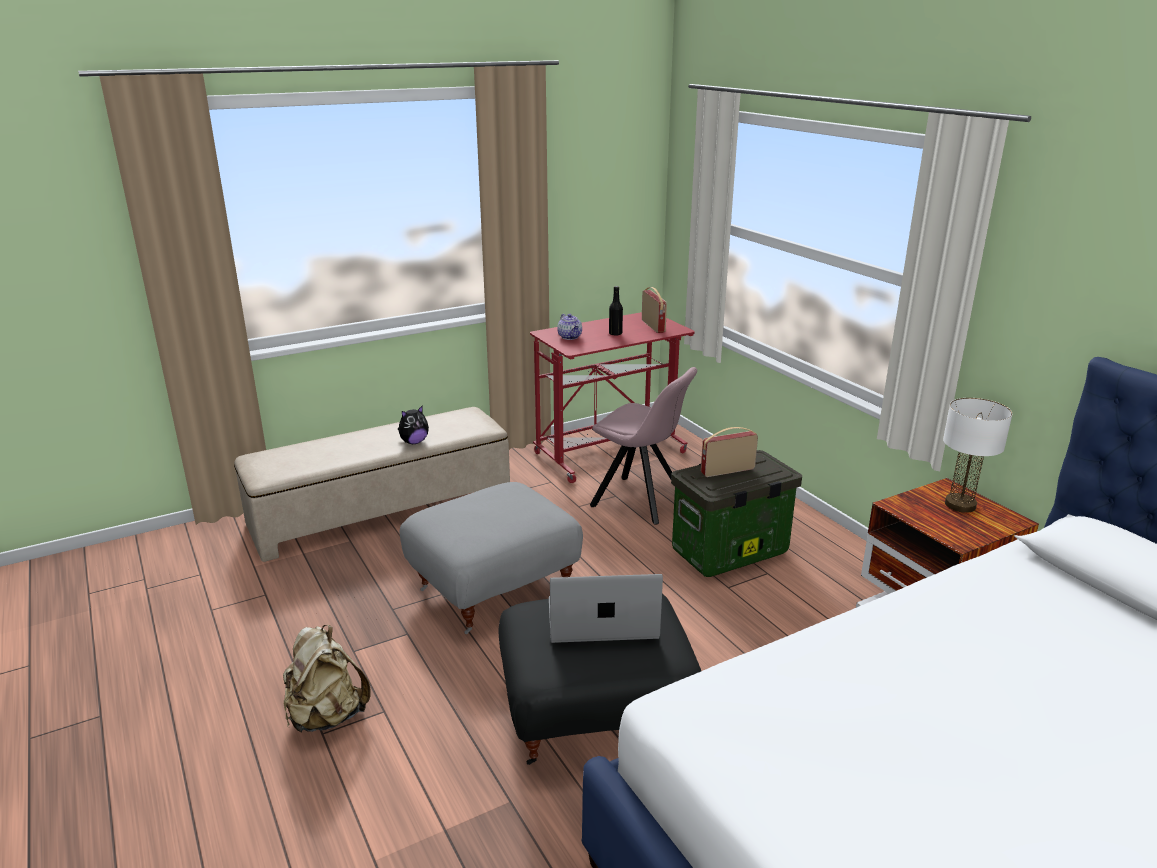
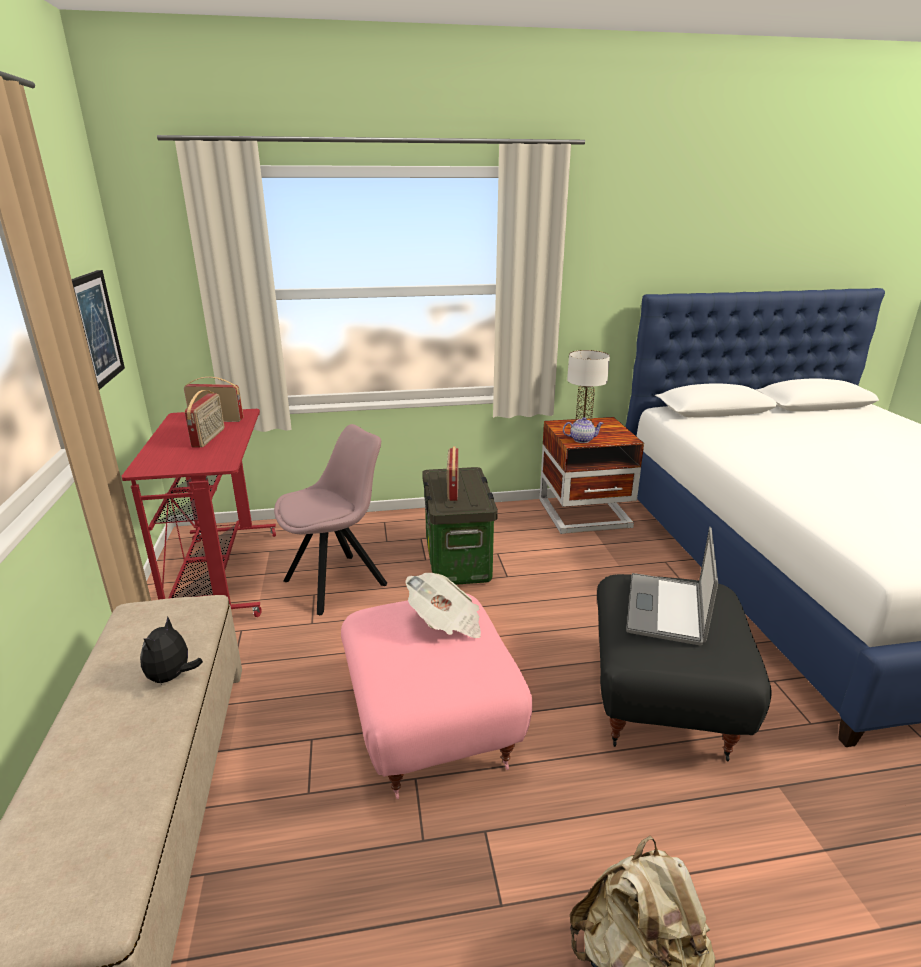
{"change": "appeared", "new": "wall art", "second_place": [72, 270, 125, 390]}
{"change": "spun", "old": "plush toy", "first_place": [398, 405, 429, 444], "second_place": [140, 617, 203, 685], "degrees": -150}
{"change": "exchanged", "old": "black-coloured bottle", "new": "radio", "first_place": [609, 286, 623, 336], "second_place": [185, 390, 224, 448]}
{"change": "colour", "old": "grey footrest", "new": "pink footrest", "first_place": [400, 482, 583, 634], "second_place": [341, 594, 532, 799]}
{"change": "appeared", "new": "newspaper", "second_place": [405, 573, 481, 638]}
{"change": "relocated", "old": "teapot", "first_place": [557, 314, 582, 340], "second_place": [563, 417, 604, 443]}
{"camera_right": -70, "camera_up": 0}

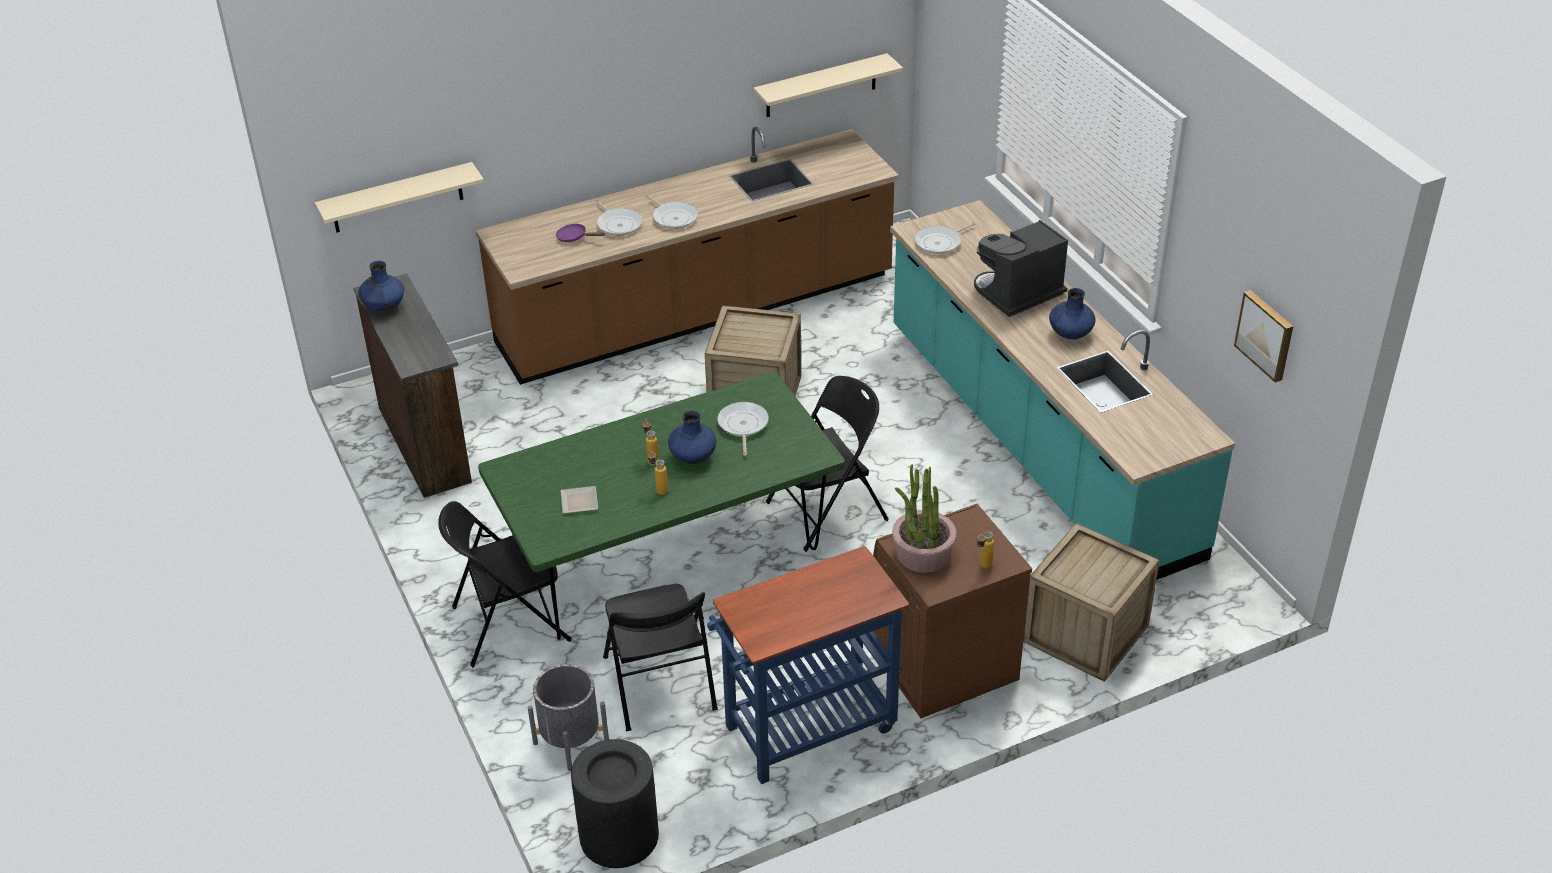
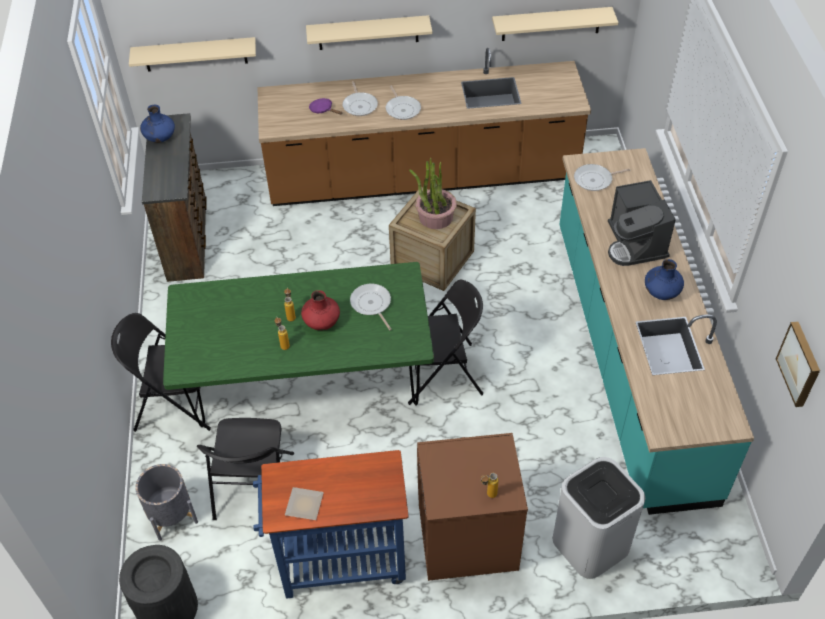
{"change": "relocated", "old": "plate", "first_place": [560, 486, 598, 514], "second_place": [285, 487, 324, 520]}
{"change": "colour", "old": "blue decorative vase", "new": "reddish decorative vase", "first_place": [668, 410, 716, 464], "second_place": [301, 290, 340, 330]}
{"change": "appeared", "new": "beige shelf", "second_place": [306, 15, 432, 50]}
{"change": "spun", "old": "frying pan", "first_place": [717, 402, 769, 456], "second_place": [350, 284, 392, 330], "degrees": -45}
{"change": "relocated", "old": "houseplant", "first_place": [892, 464, 957, 573], "second_place": [409, 158, 457, 229]}
{"change": "exchanged", "old": "crate", "new": "whitish waste bin", "first_place": [1023, 523, 1160, 682], "second_place": [553, 457, 645, 579]}
{"change": "spun", "old": "coffee machine", "first_place": [974, 220, 1068, 317], "second_place": [608, 180, 676, 266], "degrees": -90}
{"camera_right": 20, "camera_up": 10}

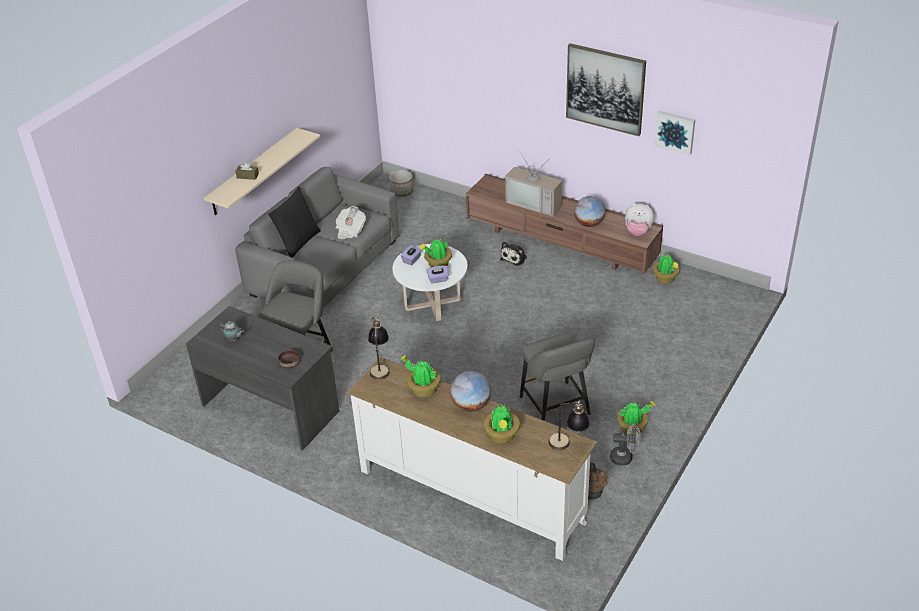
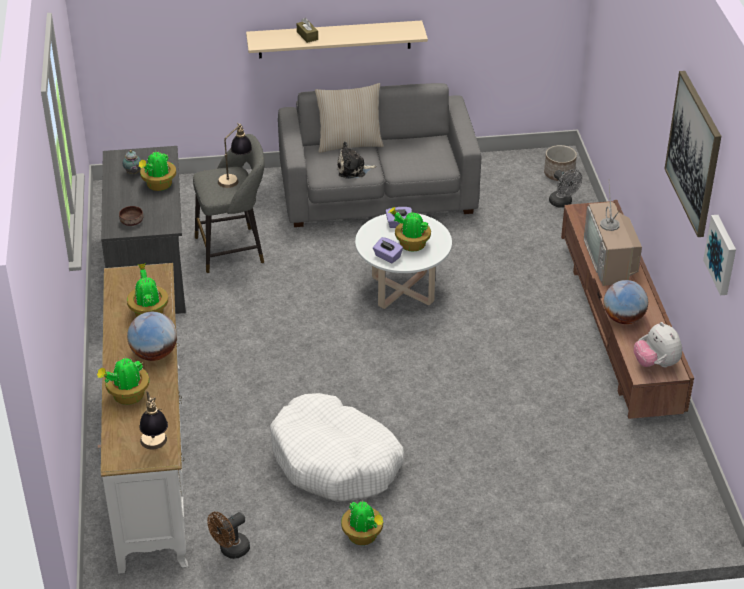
{"change": "relocated", "old": "houseplant", "first_place": [652, 253, 680, 284], "second_place": [139, 148, 176, 191]}
{"change": "relocated", "old": "lamp for a table", "first_place": [368, 317, 390, 380], "second_place": [218, 123, 252, 188]}
{"change": "exchanged", "old": "grey sitting stool", "new": "whitish dog cushion", "first_place": [520, 333, 595, 421], "second_place": [270, 393, 404, 502]}
{"change": "colour", "old": "black-coloured throw pillow", "new": "beige throw pillow", "first_place": [268, 186, 321, 258], "second_place": [315, 83, 384, 153]}
{"change": "relocated", "old": "plush toy", "first_place": [500, 242, 527, 266], "second_place": [337, 142, 377, 179]}
{"change": "relocated", "old": "grey cooling fan", "first_place": [610, 424, 641, 466], "second_place": [549, 169, 582, 207]}
{"change": "missing", "old": "newspaper", "first_place": [335, 206, 366, 239]}
{"camera_right": 50, "camera_up": 0}

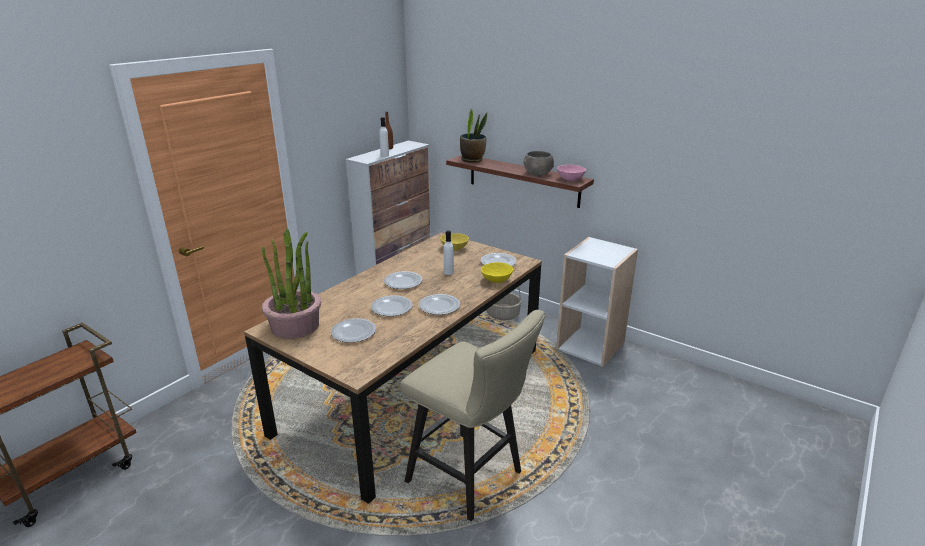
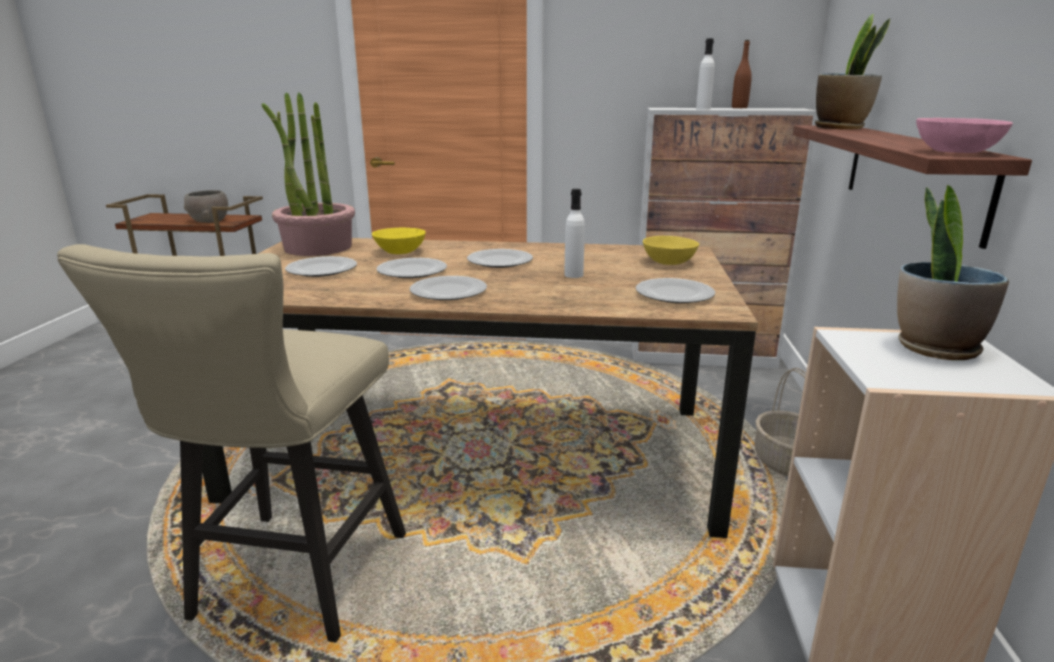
{"change": "relocated", "old": "grey serving bowl", "first_place": [523, 151, 554, 175], "second_place": [184, 190, 228, 223]}
{"change": "relocated", "old": "yellowish serving bowl", "first_place": [481, 262, 513, 283], "second_place": [372, 228, 426, 254]}
{"change": "appeared", "new": "houseplant", "second_place": [897, 185, 1009, 360]}
{"camera_right": 60, "camera_up": -5}

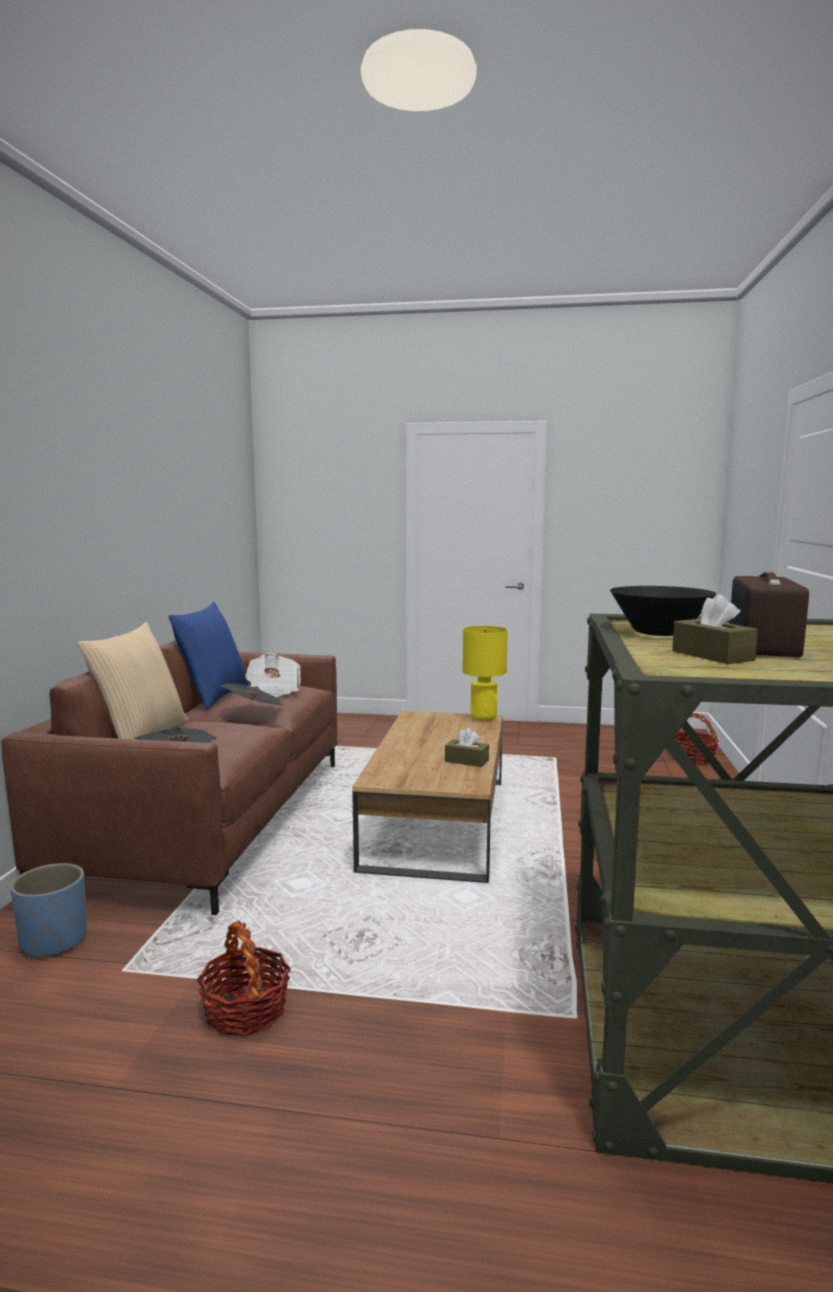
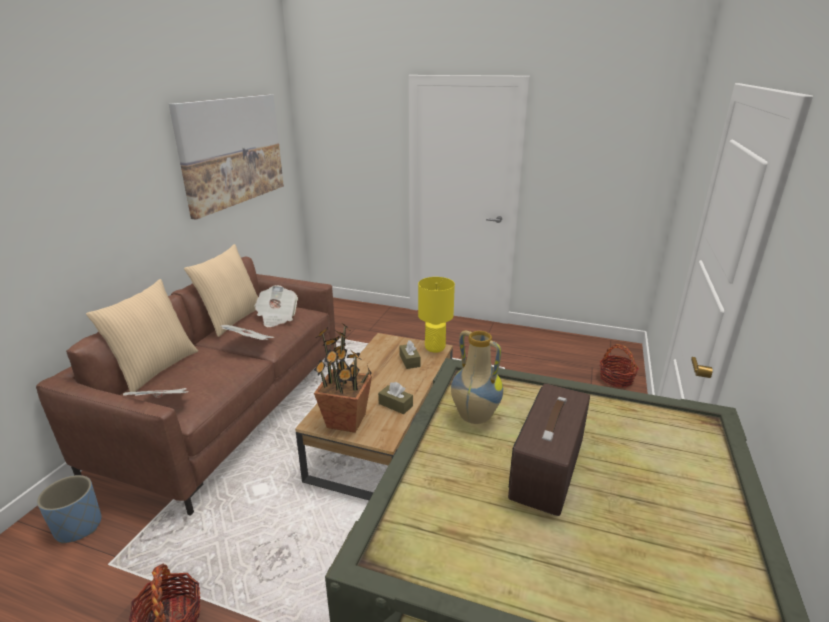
{"change": "appeared", "new": "wall art", "second_place": [169, 94, 284, 220]}
{"change": "colour", "old": "blue throw pillow", "new": "beige throw pillow", "first_place": [169, 602, 249, 709], "second_place": [184, 244, 258, 337]}
{"change": "appeared", "new": "houseplant", "second_place": [314, 323, 372, 433]}
{"change": "relocated", "old": "brown-coloured box of tissues", "first_place": [672, 594, 758, 664], "second_place": [399, 340, 421, 369]}
{"change": "exchanged", "old": "black-coloured serving bowl", "new": "decorative vase", "first_place": [610, 586, 716, 636], "second_place": [451, 331, 503, 424]}
{"camera_right": 10, "camera_up": 15}

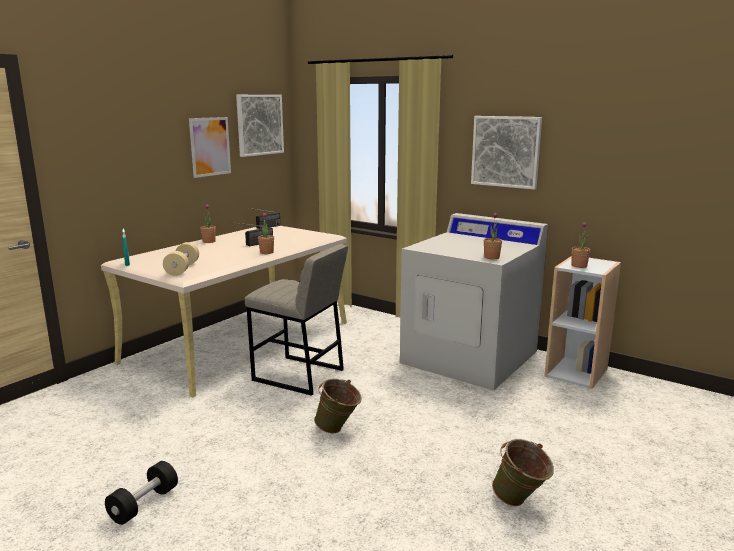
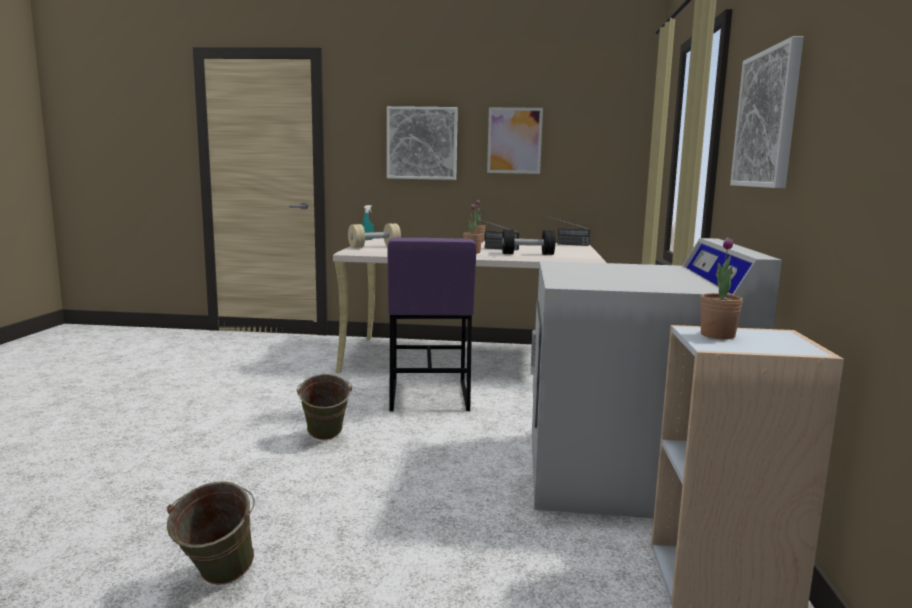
{"change": "relocated", "old": "wall art", "first_place": [236, 95, 284, 157], "second_place": [387, 106, 458, 180]}
{"change": "colour", "old": "grey plain chair", "new": "purplish plain chair", "first_place": [245, 244, 348, 396], "second_place": [388, 238, 476, 411]}
{"change": "relocated", "old": "black-coloured dumbbell", "first_place": [105, 461, 178, 525], "second_place": [502, 230, 555, 255]}
{"change": "missing", "old": "houseplant", "first_place": [484, 213, 502, 259]}
{"camera_right": 60, "camera_up": -5}

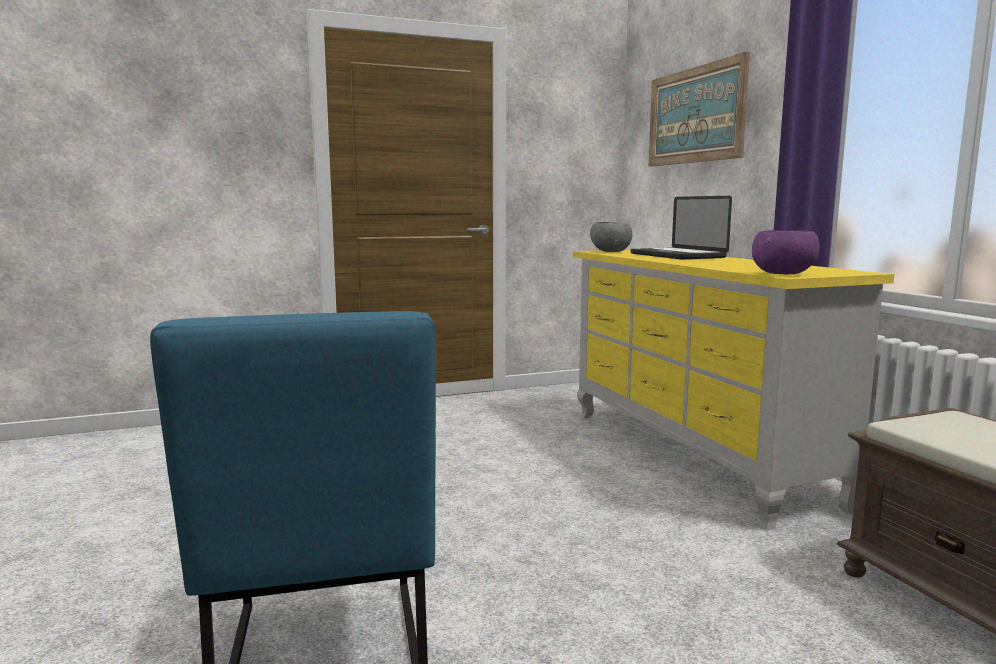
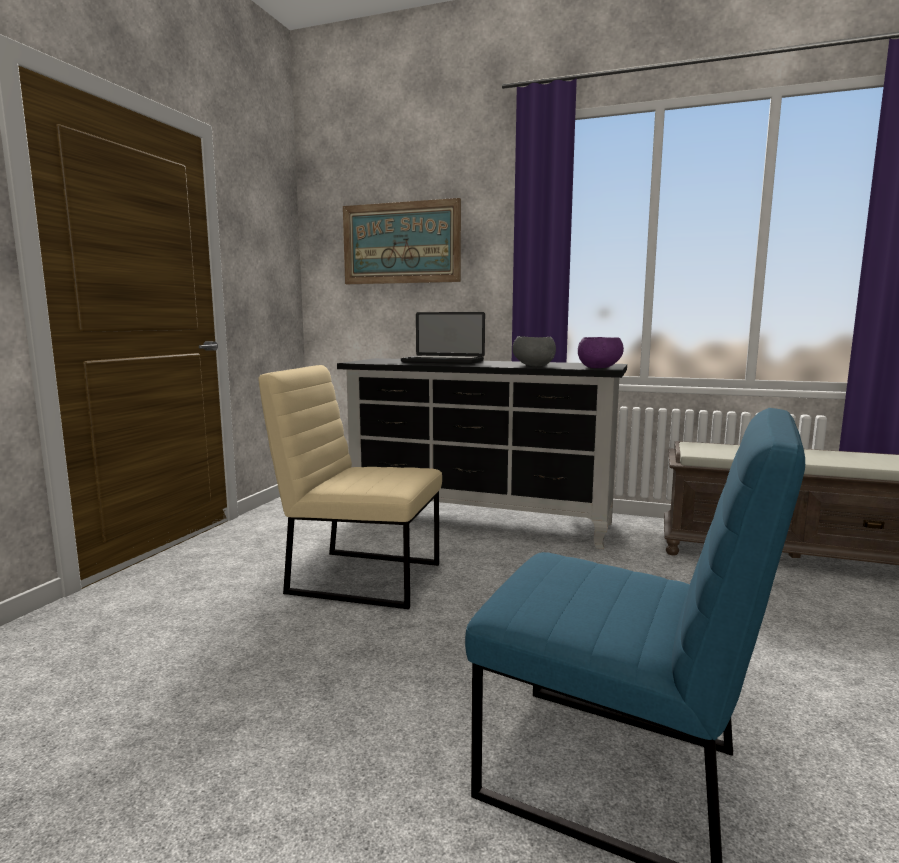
{"change": "appeared", "new": "beige plain chair", "second_place": [258, 365, 442, 609]}
{"change": "colour", "old": "yellowish chest of drawers", "new": "black-coloured chest of drawers", "first_place": [573, 250, 894, 531], "second_place": [337, 358, 627, 549]}
{"change": "relocated", "old": "grey serving bowl", "first_place": [590, 222, 633, 252], "second_place": [512, 336, 556, 366]}
{"camera_right": -50, "camera_up": 0}

